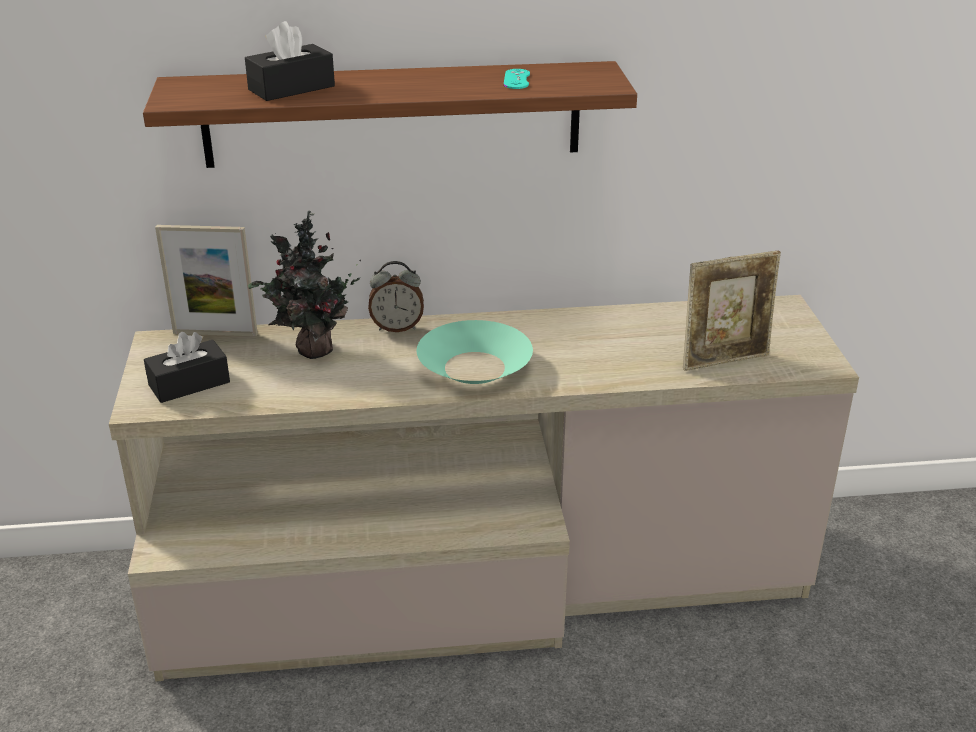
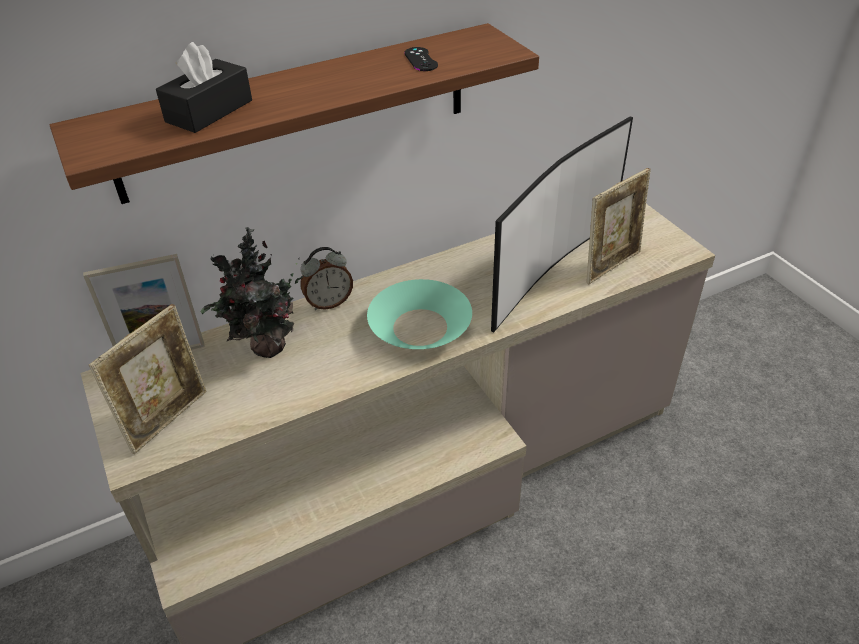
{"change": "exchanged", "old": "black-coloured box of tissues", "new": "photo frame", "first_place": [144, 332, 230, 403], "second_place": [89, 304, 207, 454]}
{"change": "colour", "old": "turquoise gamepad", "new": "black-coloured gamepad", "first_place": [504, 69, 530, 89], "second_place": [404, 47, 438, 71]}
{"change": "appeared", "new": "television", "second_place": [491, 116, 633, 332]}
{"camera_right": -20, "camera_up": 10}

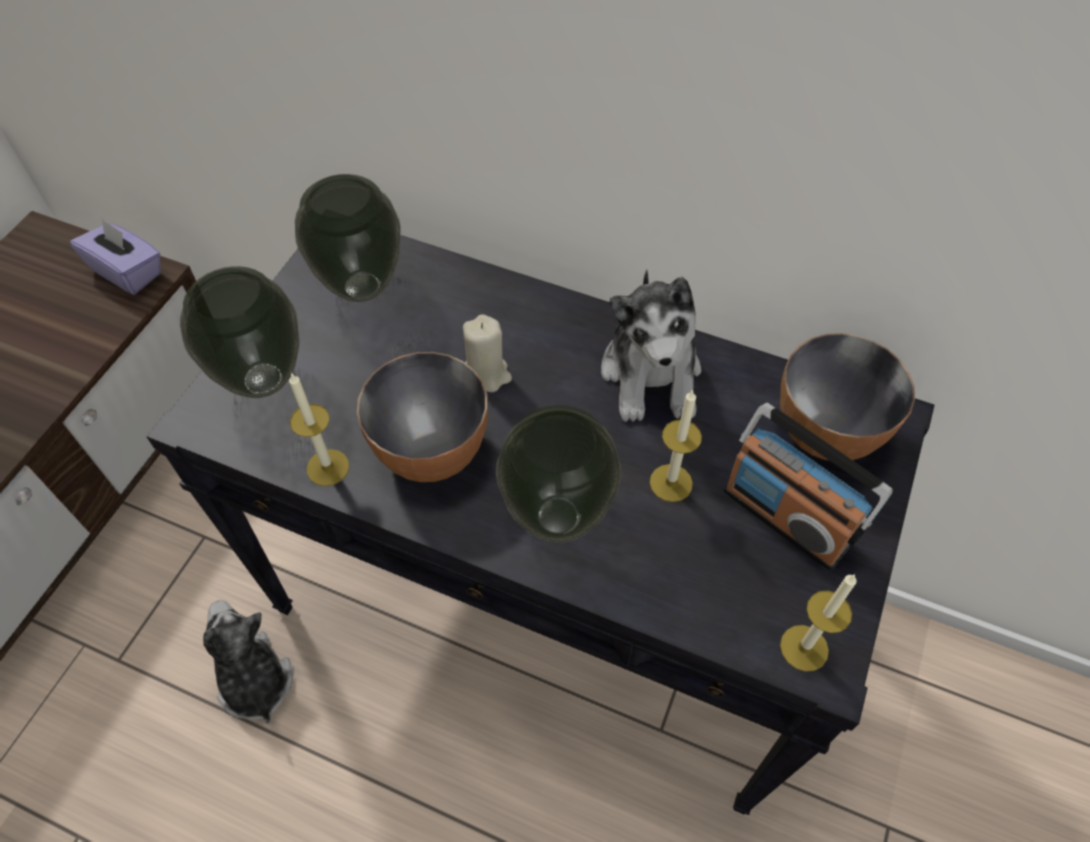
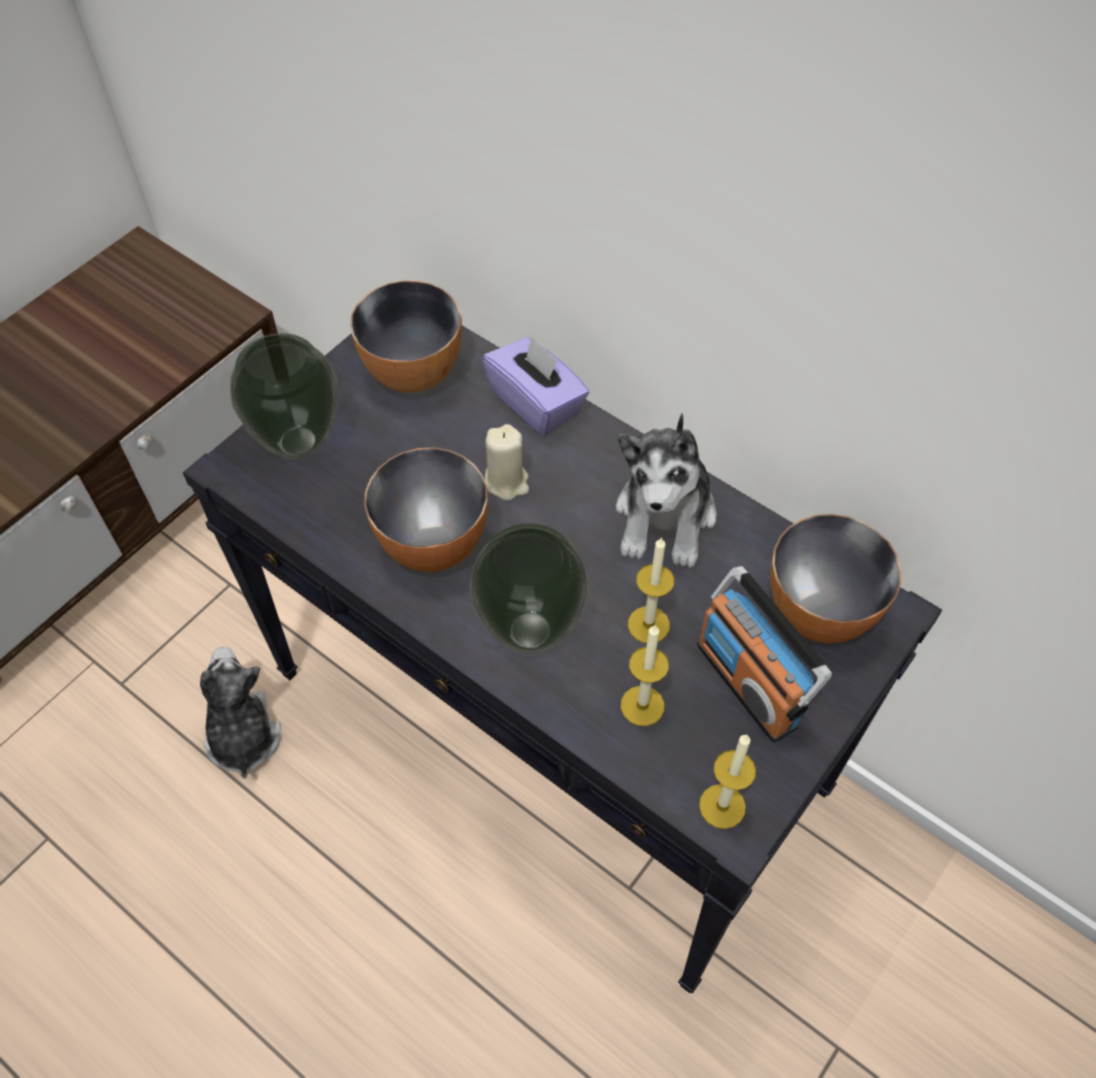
{"change": "exchanged", "old": "decorative vase", "new": "serving bowl", "first_place": [295, 174, 401, 302], "second_place": [350, 281, 462, 393]}
{"change": "relocated", "old": "purplish box of tissues", "first_place": [70, 218, 161, 295], "second_place": [482, 335, 589, 436]}
{"change": "relocated", "old": "wax candle", "first_place": [289, 373, 349, 486], "second_place": [621, 625, 669, 726]}
{"camera_right": 15, "camera_up": 0}

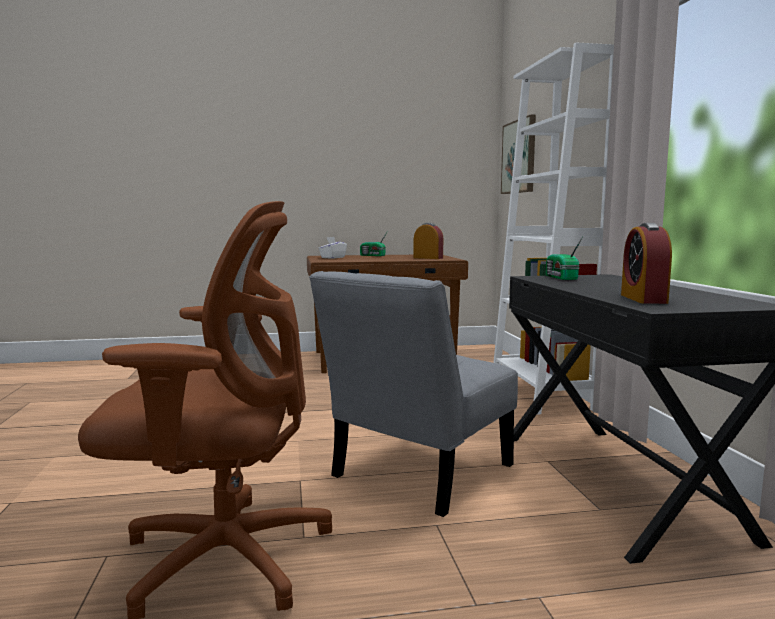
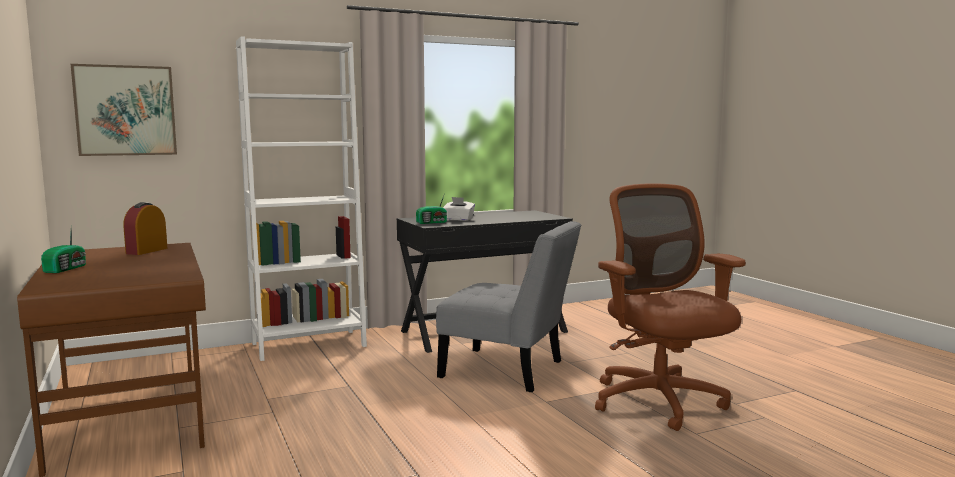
{"change": "relocated", "old": "whitish box of tissues", "first_place": [319, 237, 347, 259], "second_place": [443, 197, 475, 221]}
{"change": "missing", "old": "alarm clock", "first_place": [621, 223, 672, 304]}
{"camera_right": -105, "camera_up": 0}

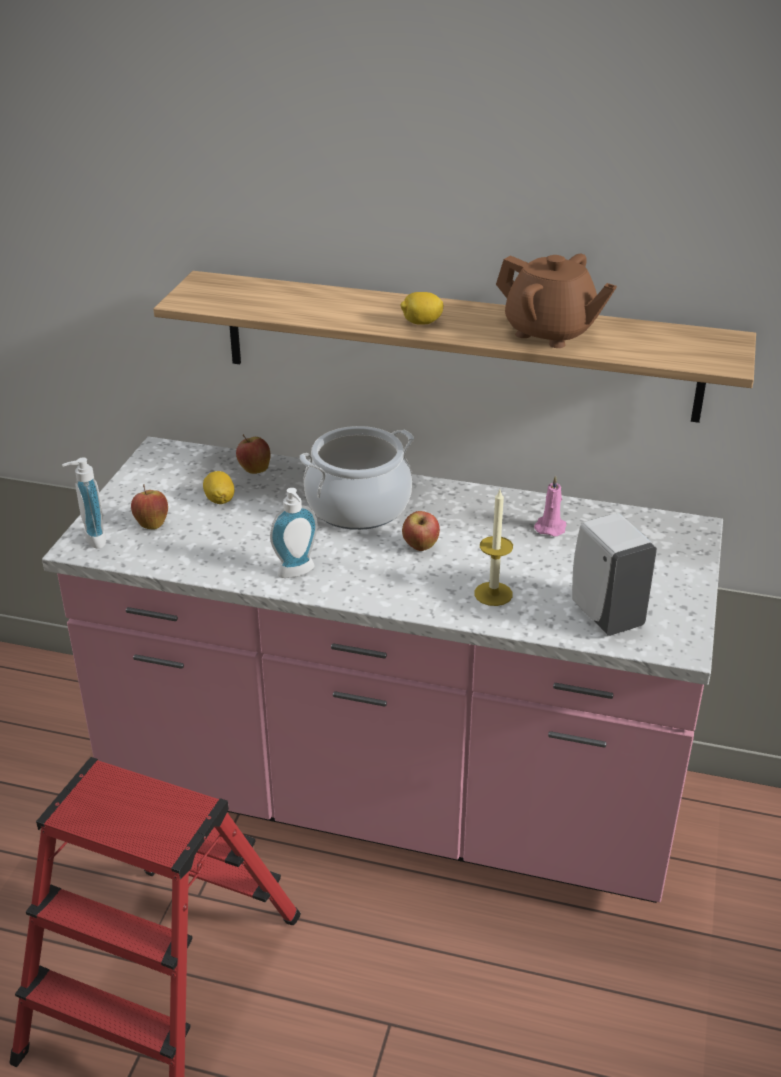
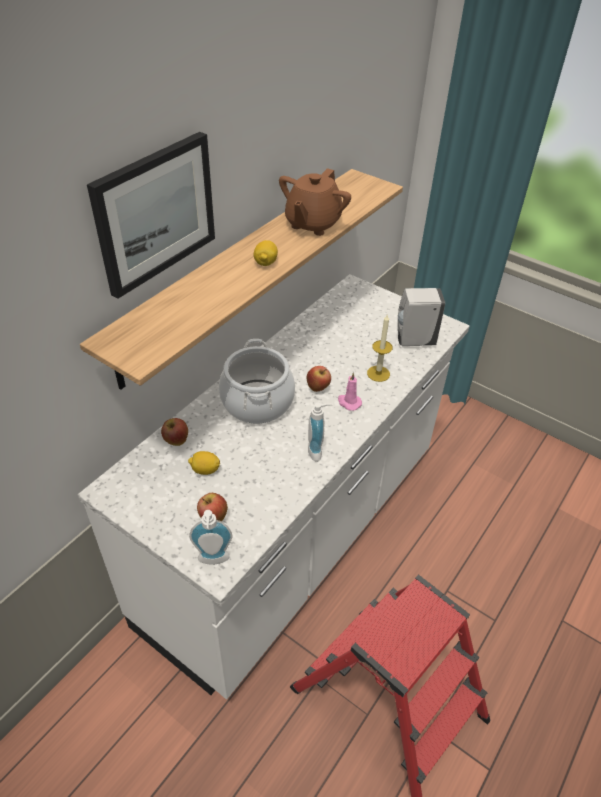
{"change": "colour", "old": "pink counter", "new": "whitish counter", "first_place": [42, 437, 723, 903], "second_place": [78, 274, 469, 699]}
{"change": "appeared", "new": "wall art", "second_place": [87, 132, 215, 299]}
{"change": "spun", "old": "brown-coloured teapot", "first_place": [496, 253, 617, 348], "second_place": [279, 168, 351, 236], "degrees": 150}
{"change": "relocated", "old": "pink wax candle", "first_place": [534, 475, 566, 536], "second_place": [338, 372, 362, 411]}
{"camera_right": -70, "camera_up": 10}

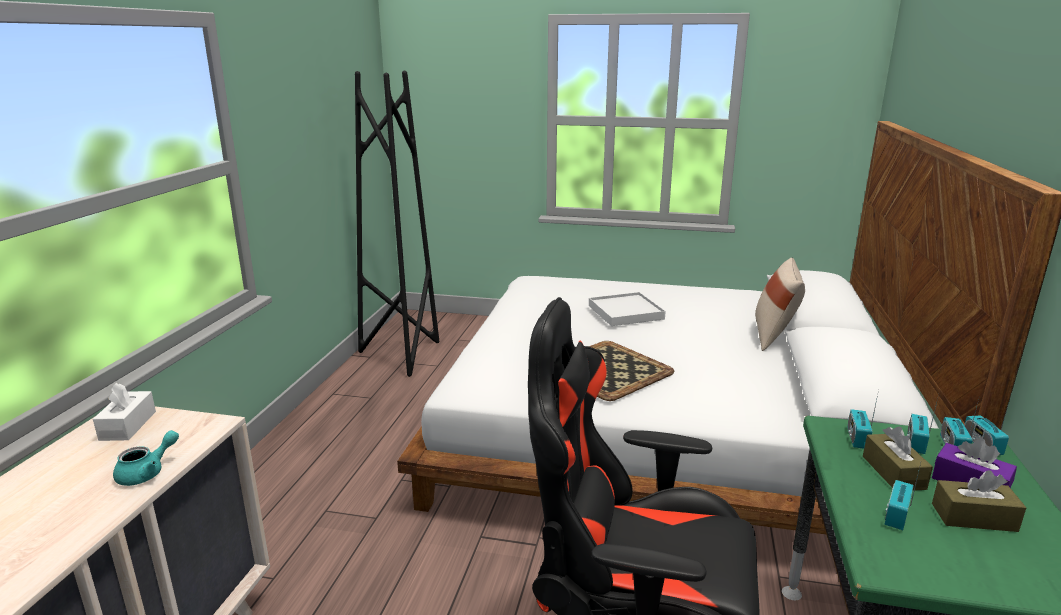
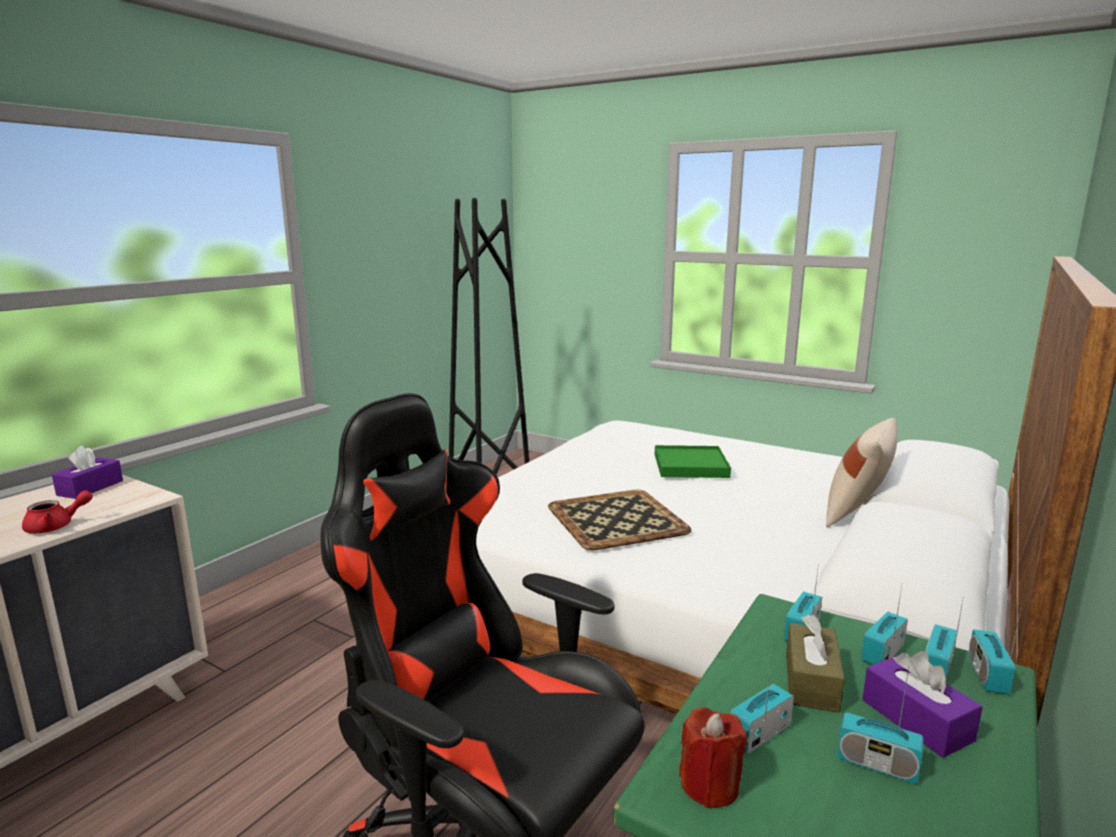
{"change": "colour", "old": "turquoise teapot", "new": "reddish teapot", "first_place": [113, 430, 179, 486], "second_place": [22, 490, 93, 533]}
{"change": "colour", "old": "whitish box of tissues", "new": "purplish box of tissues", "first_place": [93, 383, 156, 441], "second_place": [52, 446, 123, 499]}
{"change": "colour", "old": "whitish serving tray", "new": "green-coloured serving tray", "first_place": [589, 292, 666, 326], "second_place": [655, 445, 731, 478]}
{"change": "appeared", "new": "reddish wax candle", "second_place": [679, 707, 747, 808]}
{"change": "exchanged", "old": "brown-coloured box of tissues", "new": "radio", "first_place": [932, 470, 1026, 532], "second_place": [837, 667, 924, 784]}
{"camera_right": 20, "camera_up": -5}

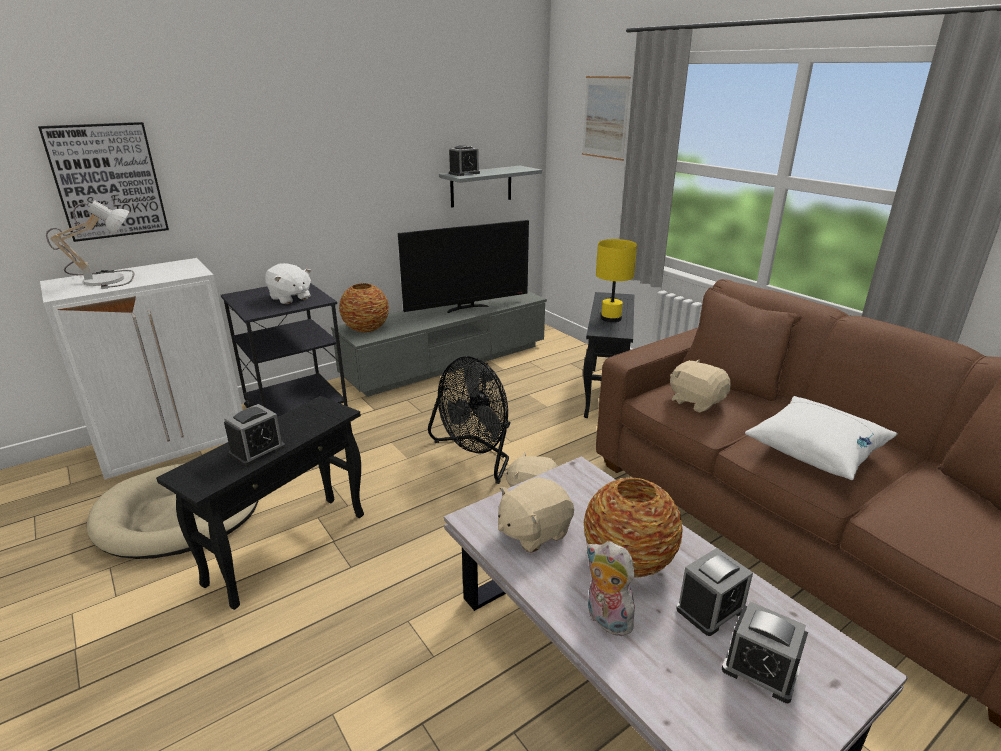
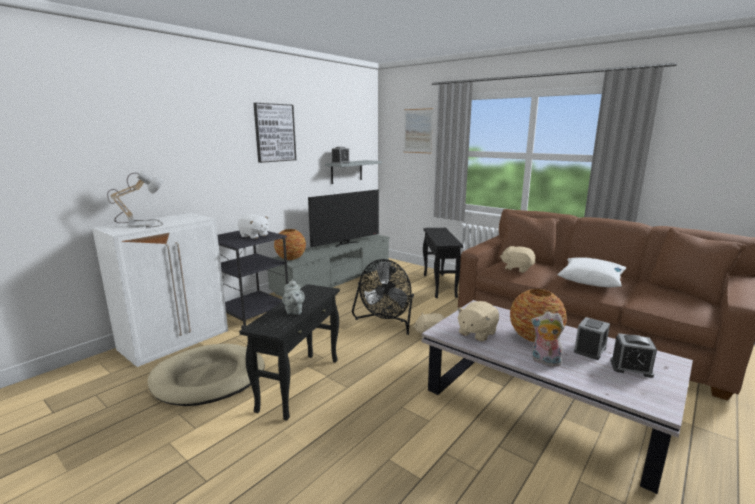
{"change": "relocated", "old": "wall art", "first_place": [38, 122, 169, 242], "second_place": [254, 103, 296, 163]}
{"change": "exchanged", "old": "alarm clock", "new": "grey teapot", "first_place": [224, 404, 285, 466], "second_place": [282, 280, 305, 315]}
{"change": "missing", "old": "yellowish lamp for a table", "first_place": [596, 239, 637, 322]}
{"camera_right": -15, "camera_up": -10}

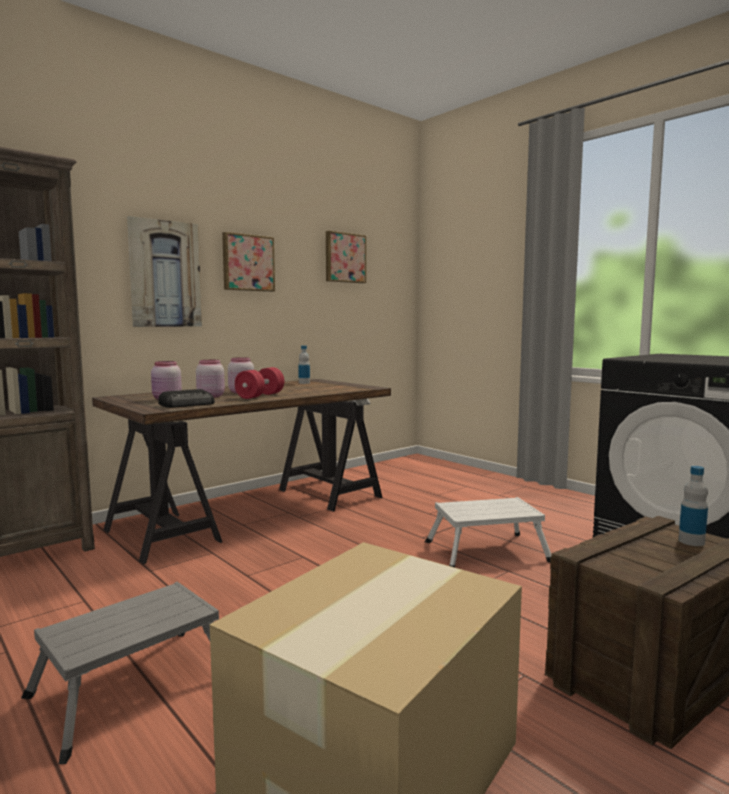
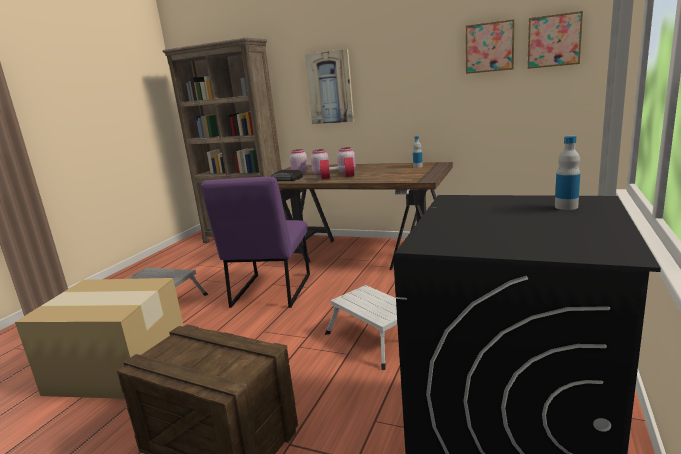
{"change": "appeared", "new": "purplish plain chair", "second_place": [200, 177, 310, 308]}
{"change": "relocated", "old": "wall art", "first_place": [222, 232, 275, 292], "second_place": [527, 11, 583, 69]}
{"change": "relocated", "old": "bottle", "first_place": [678, 466, 708, 546], "second_place": [555, 136, 580, 210]}
{"camera_right": 65, "camera_up": 10}

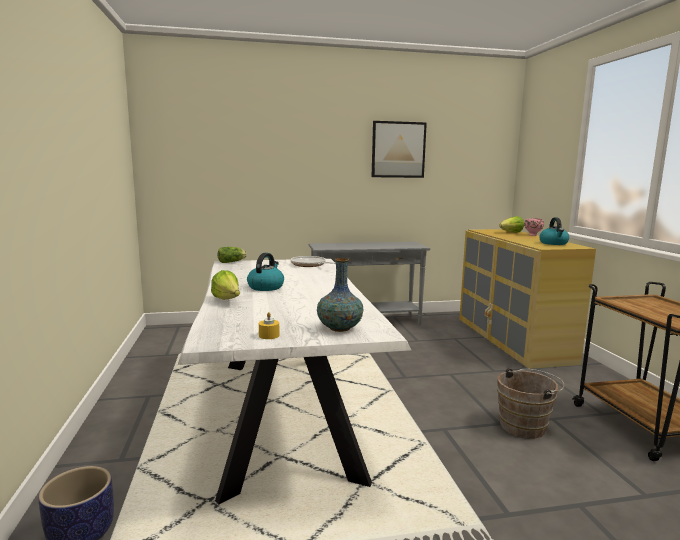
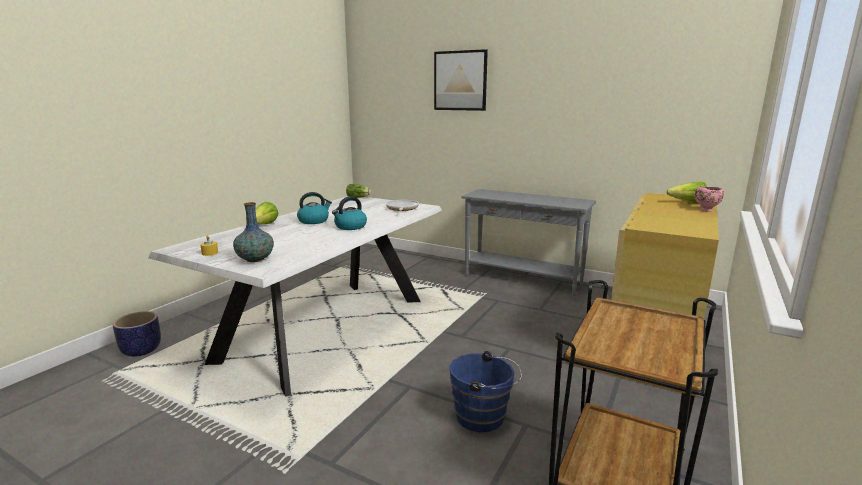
{"change": "relocated", "old": "kettle", "first_place": [539, 217, 569, 245], "second_place": [332, 196, 367, 230]}
{"change": "relocated", "old": "wall art", "first_place": [372, 121, 427, 178], "second_place": [434, 49, 488, 111]}
{"change": "colour", "old": "brown-coloured bucket", "new": "blue bucket", "first_place": [497, 368, 565, 439], "second_place": [449, 351, 522, 432]}
{"camera_right": 40, "camera_up": 5}

